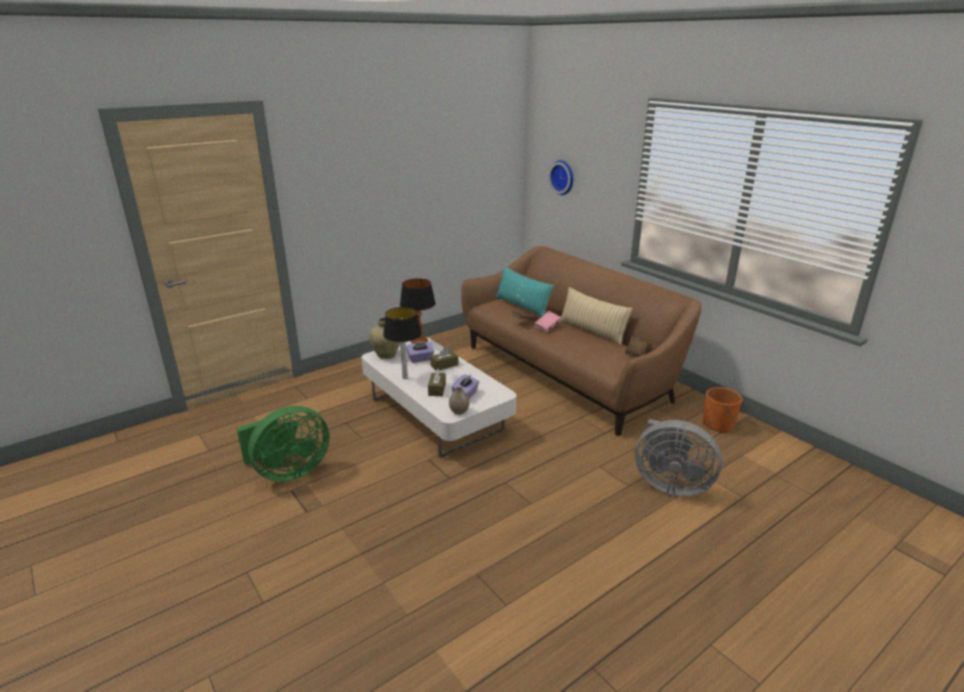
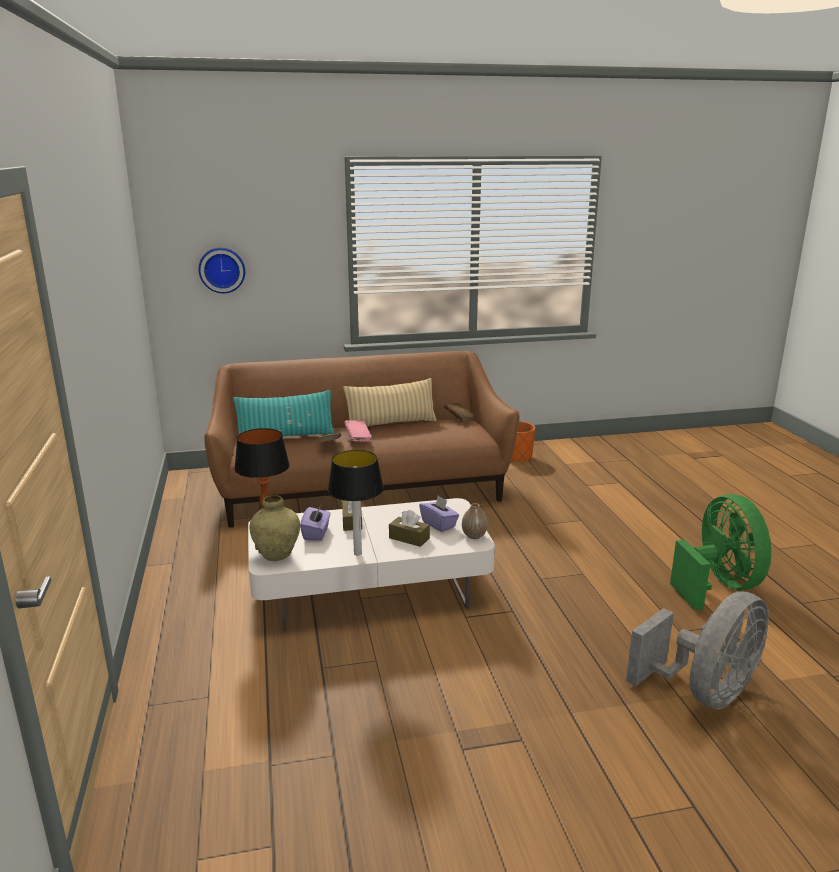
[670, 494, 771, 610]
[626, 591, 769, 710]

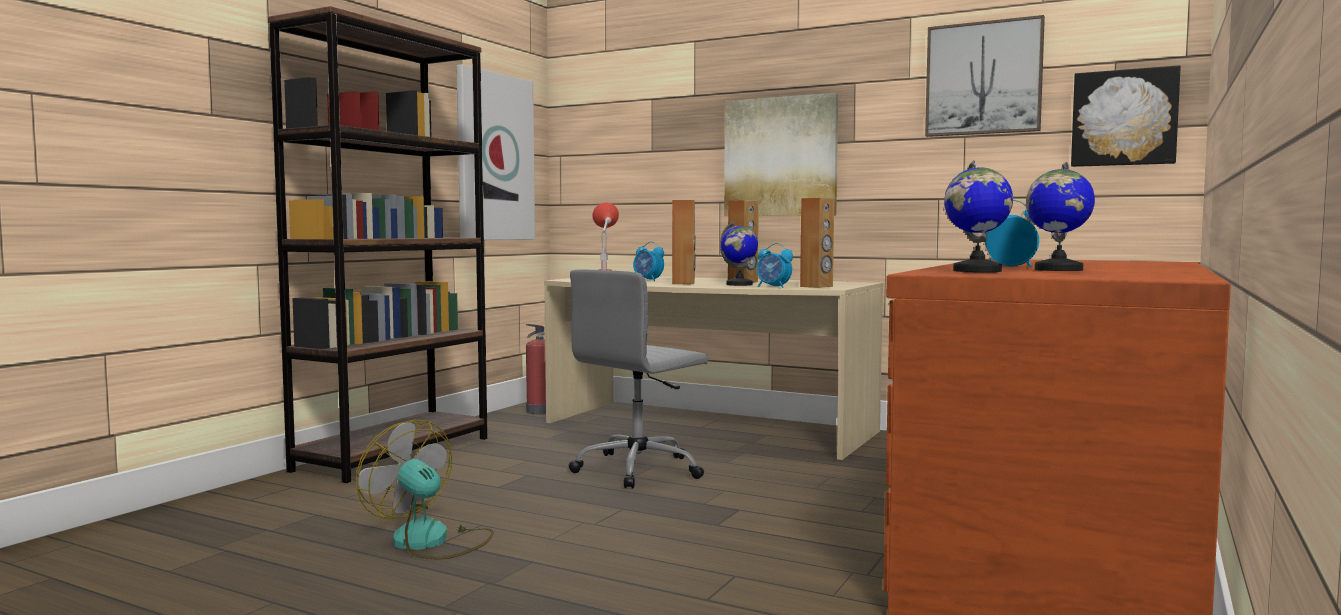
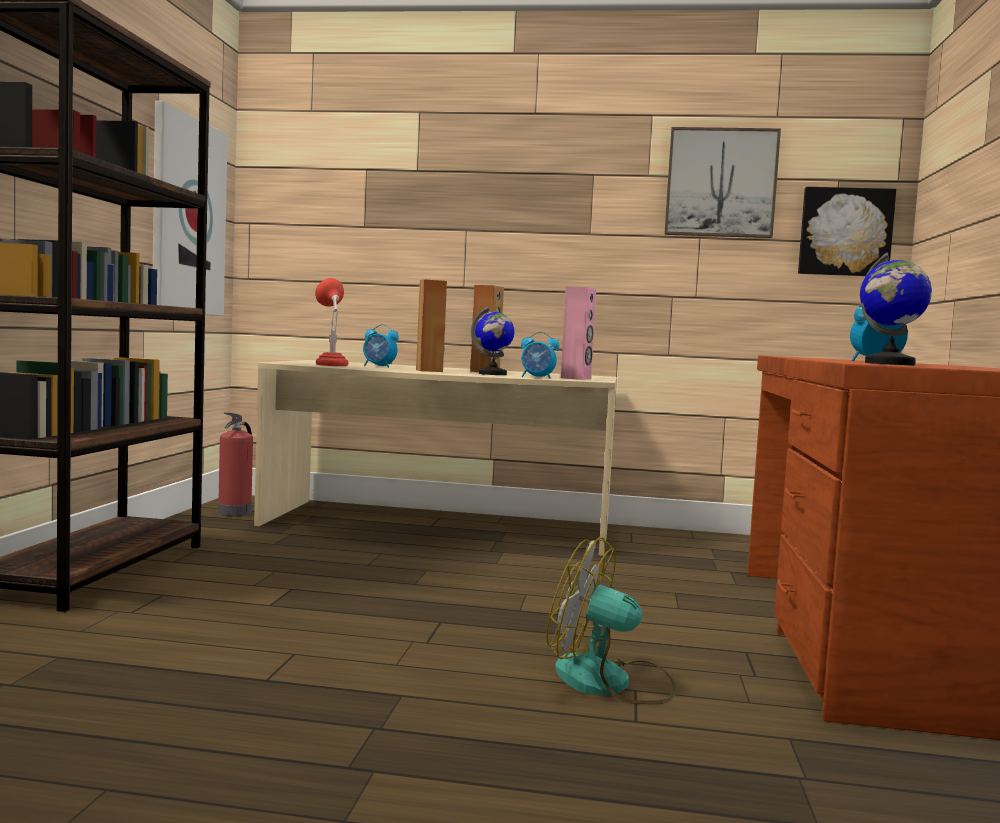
[546, 537, 676, 704]
[568, 269, 708, 488] (first image)
[724, 93, 838, 216] (first image)
[561, 287, 596, 380]
[1026, 162, 1095, 271] (first image)

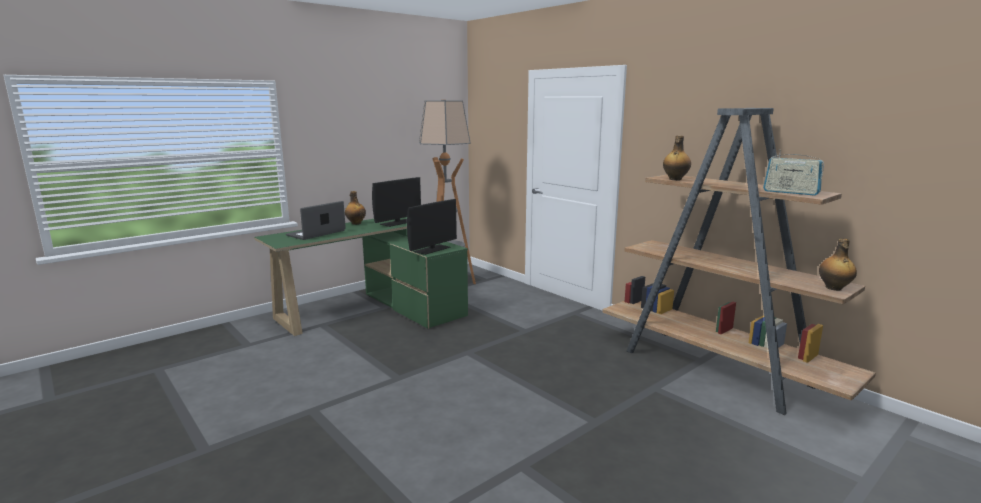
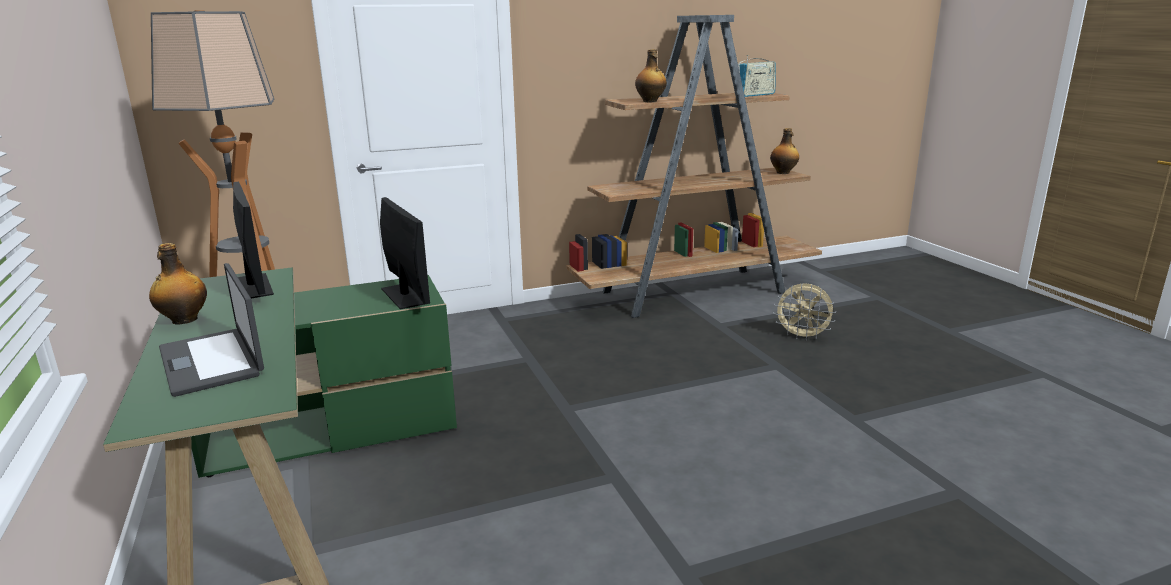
[773, 283, 836, 341]

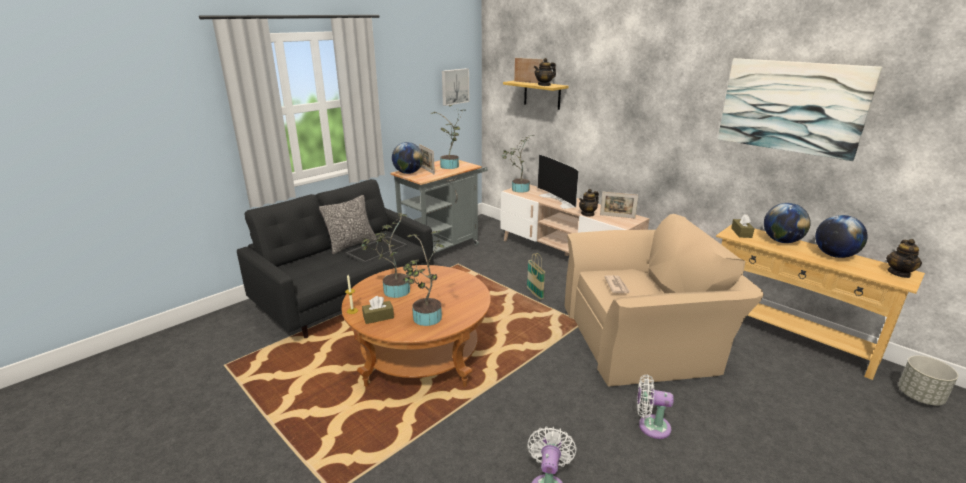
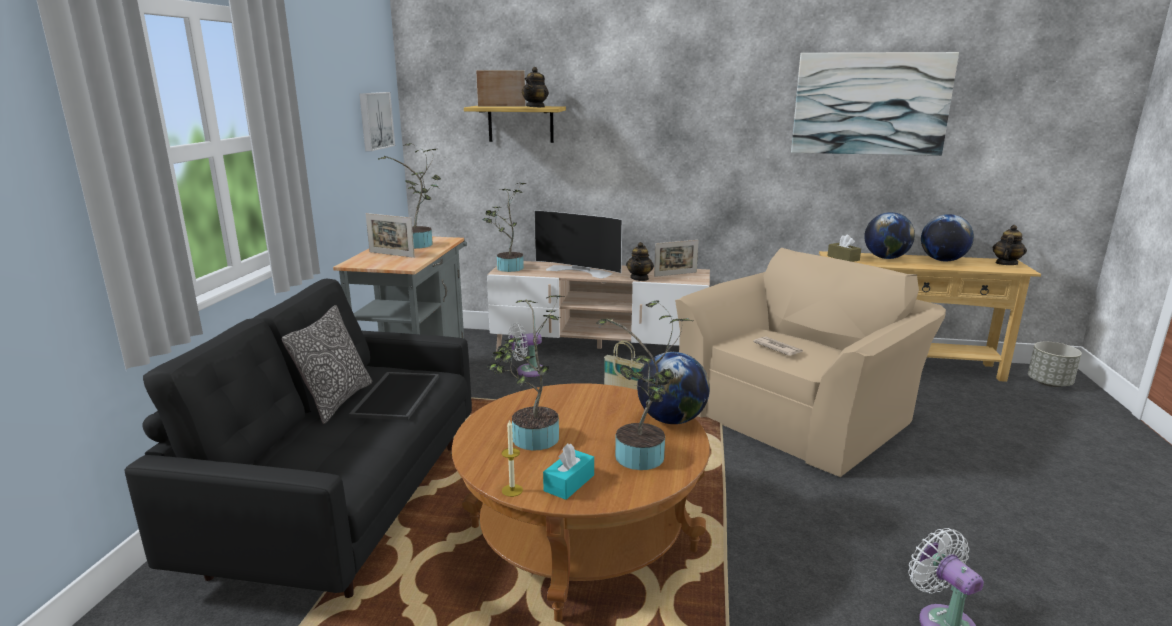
[543, 444, 594, 500]
[637, 352, 710, 424]
[508, 322, 542, 377]
[993, 225, 1027, 265]

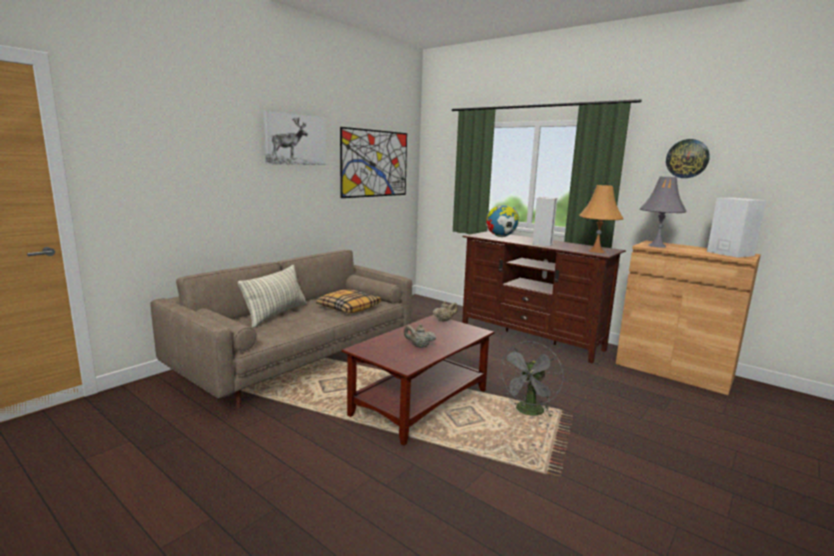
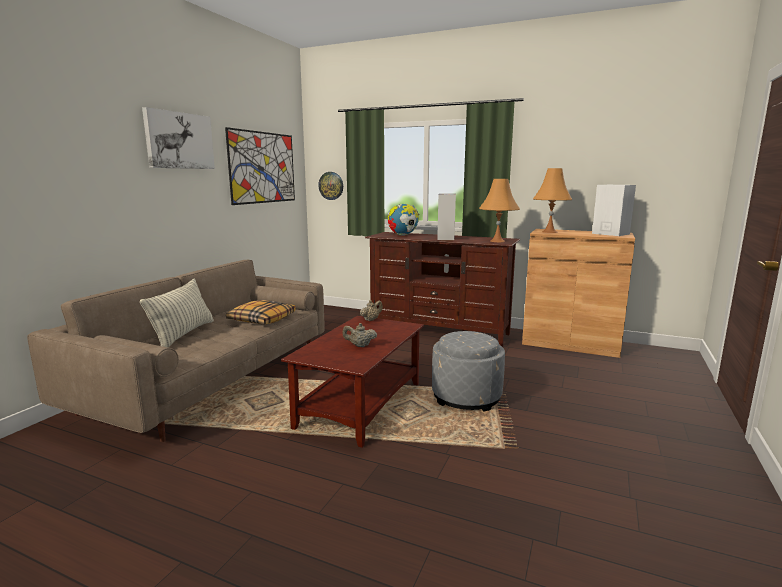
[432, 331, 505, 412]
[533, 168, 572, 233]
[318, 172, 343, 200]

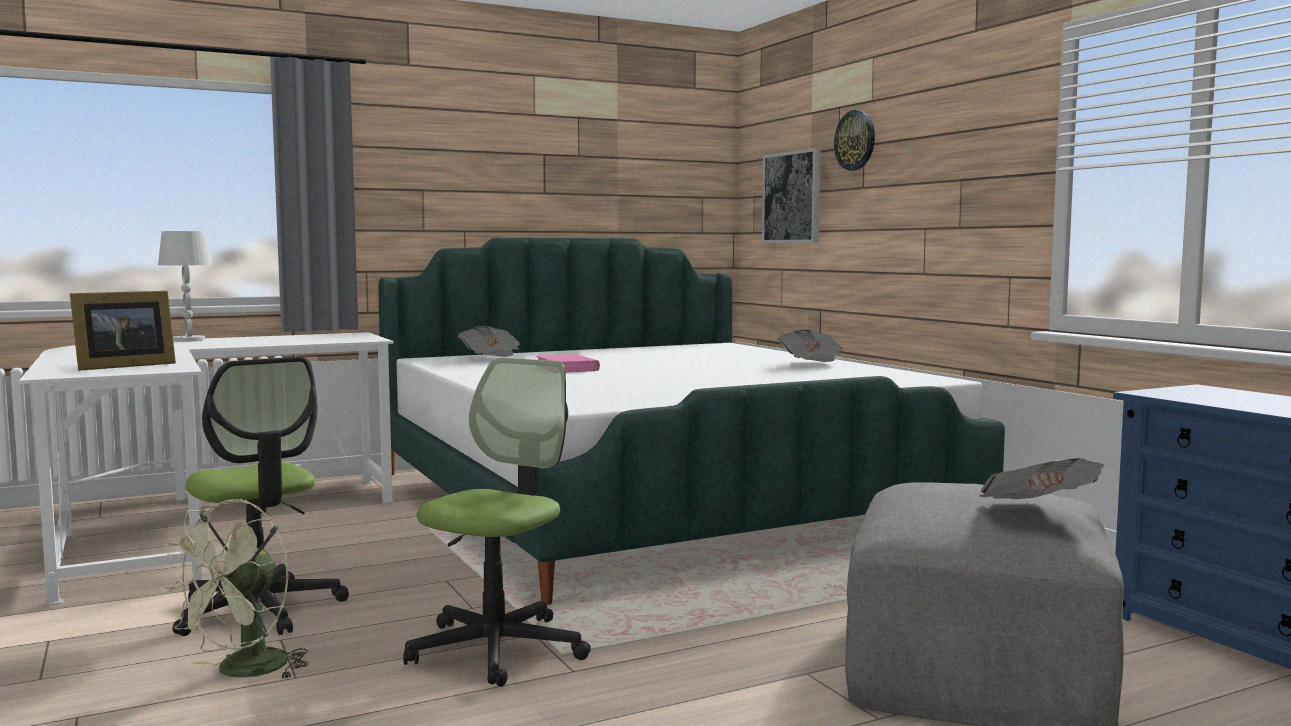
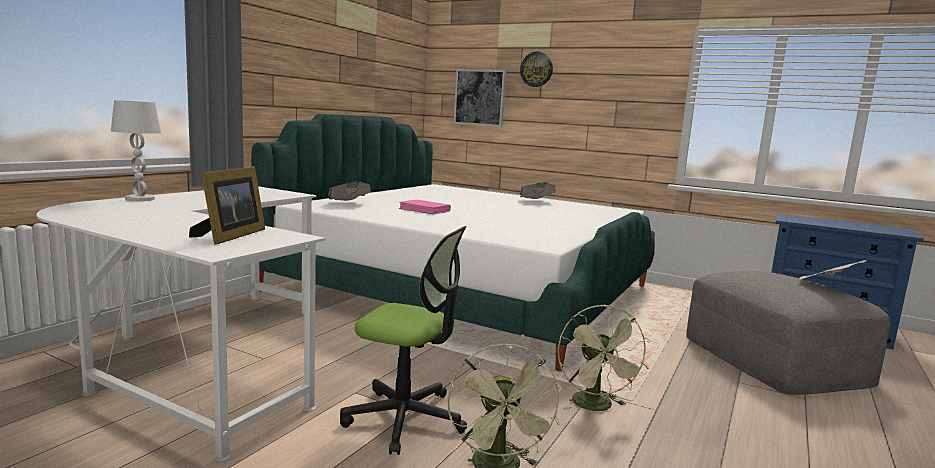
[558, 305, 650, 411]

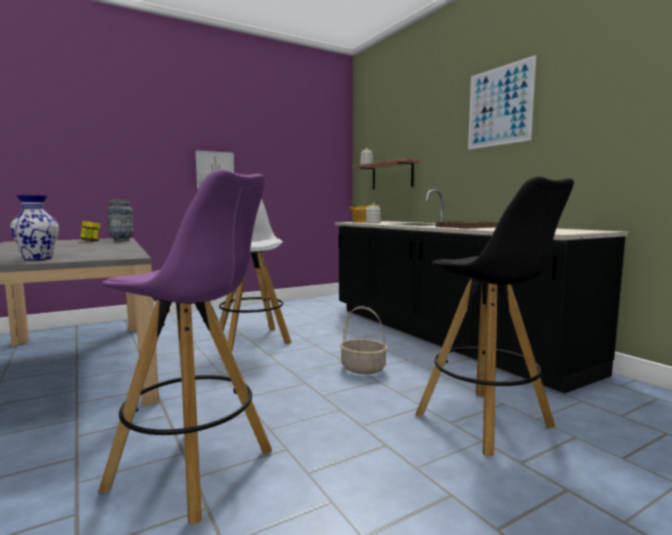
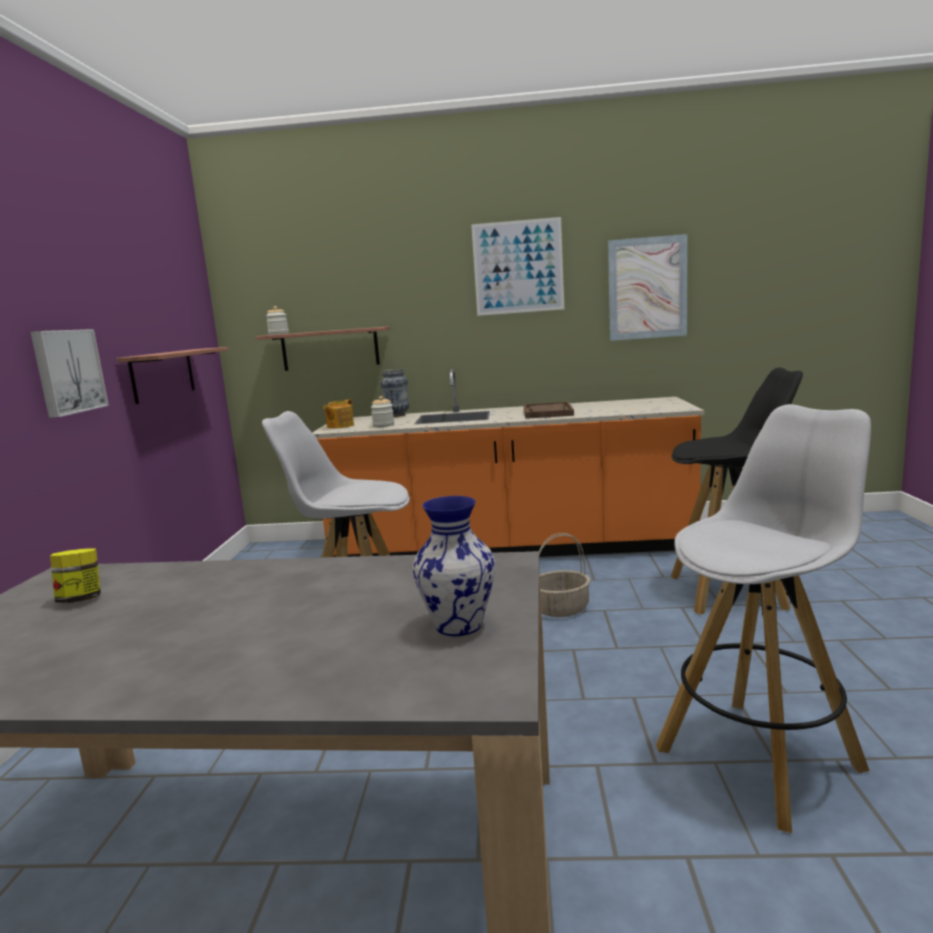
[656, 404, 871, 833]
[380, 369, 409, 417]
[312, 369, 705, 557]
[117, 347, 228, 404]
[608, 234, 687, 341]

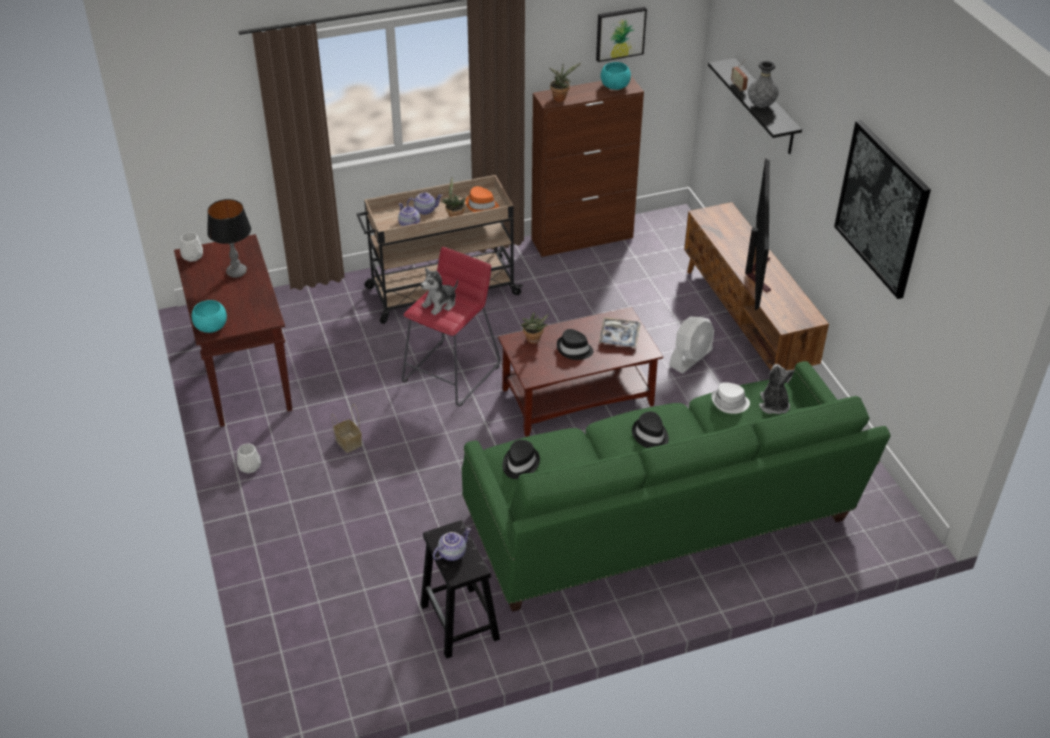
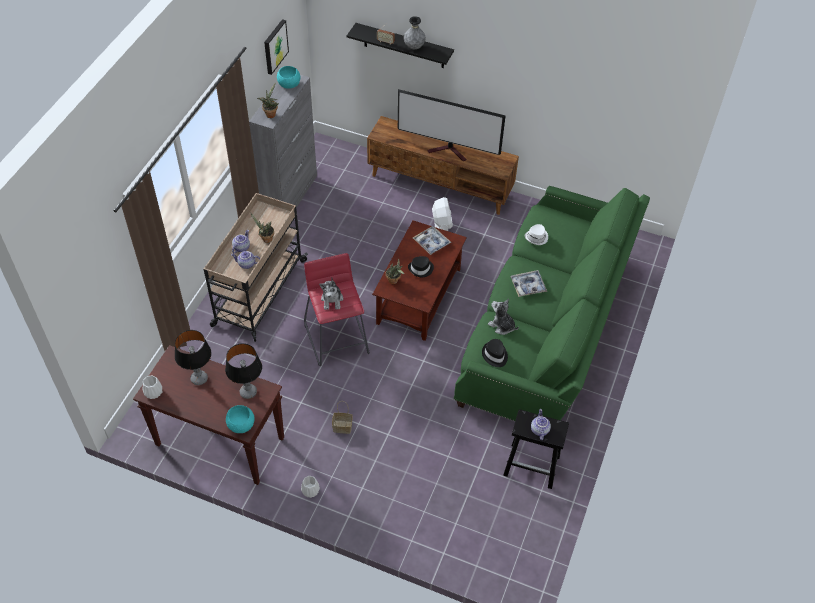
[465, 186, 499, 212] (first image)
[249, 75, 317, 208]
[510, 270, 547, 297]
[398, 89, 506, 162]
[488, 299, 519, 335]
[834, 120, 931, 299] (first image)
[225, 343, 262, 399]

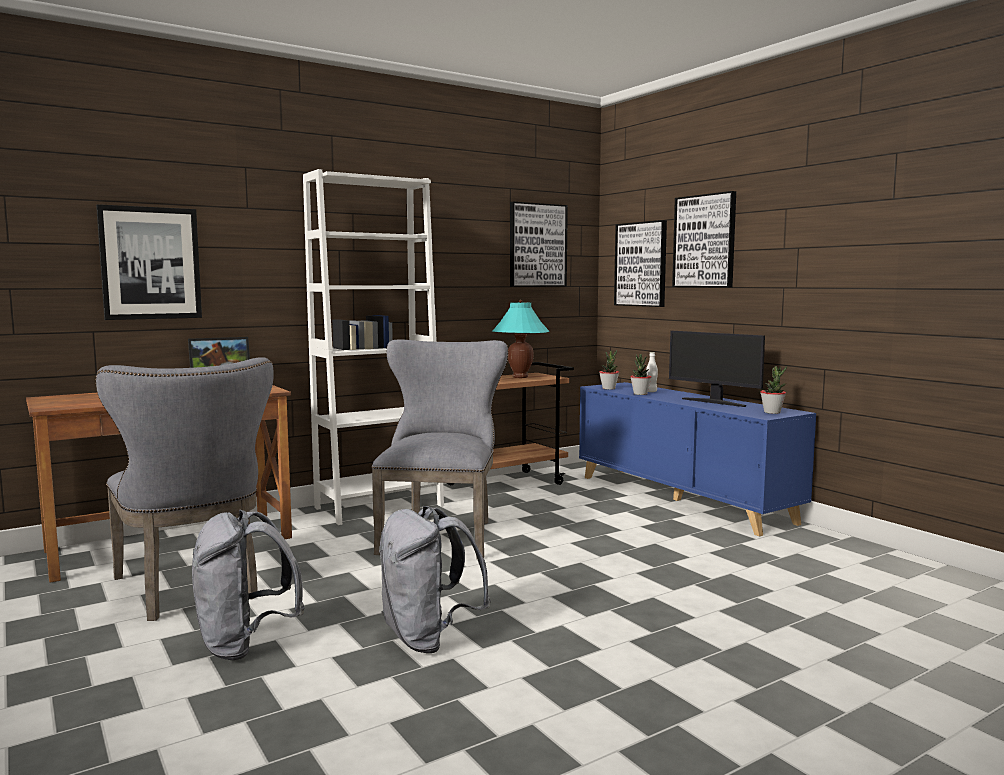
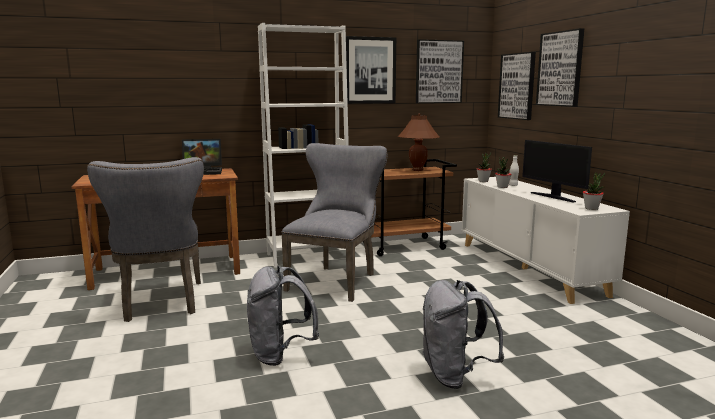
[346, 36, 396, 104]
[422, 280, 504, 389]
[398, 113, 440, 171]
[462, 177, 630, 304]

